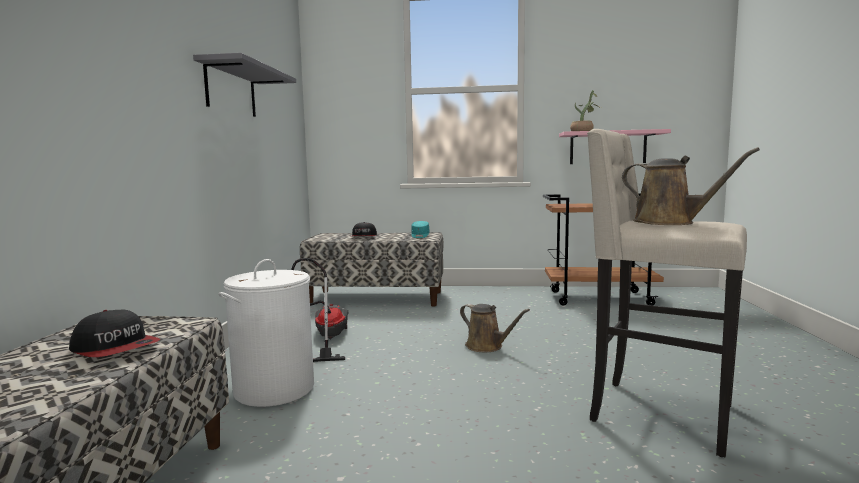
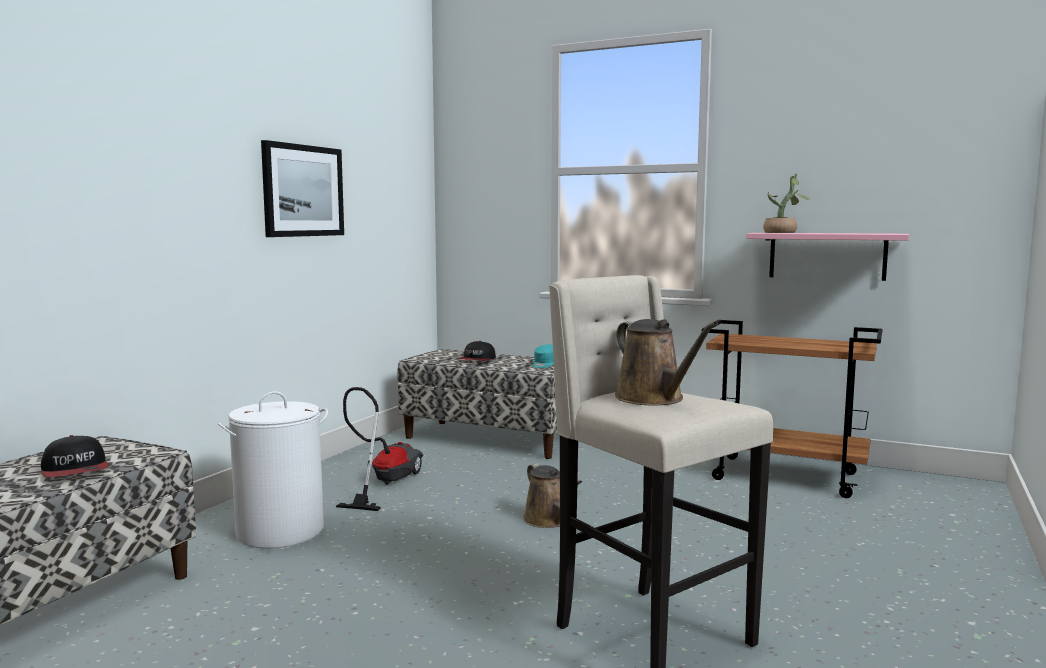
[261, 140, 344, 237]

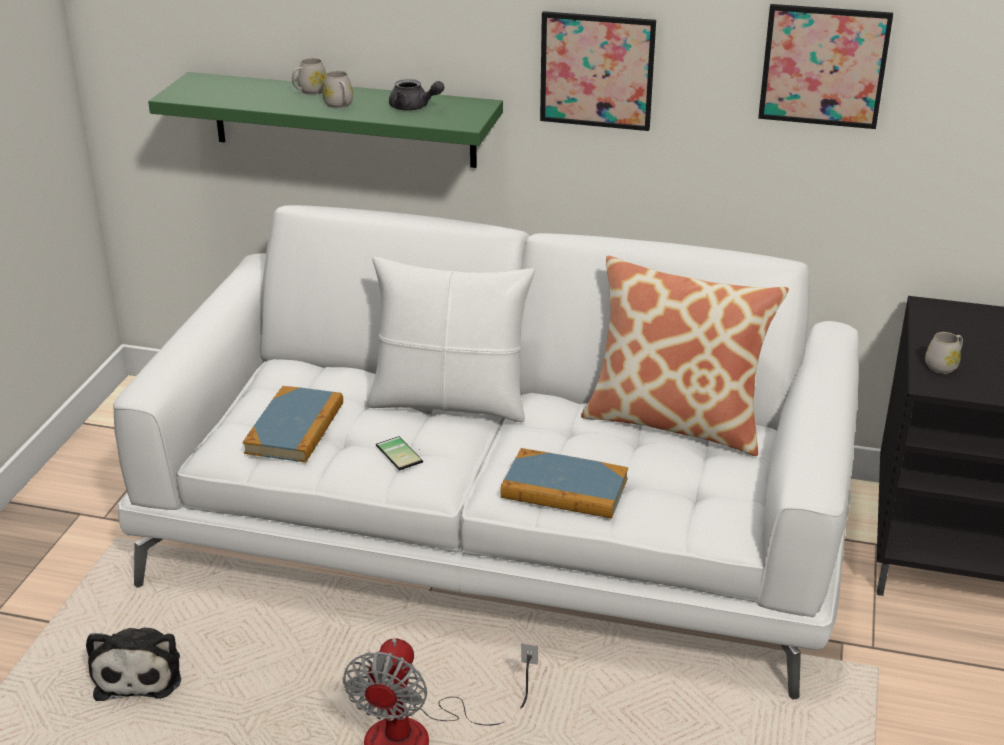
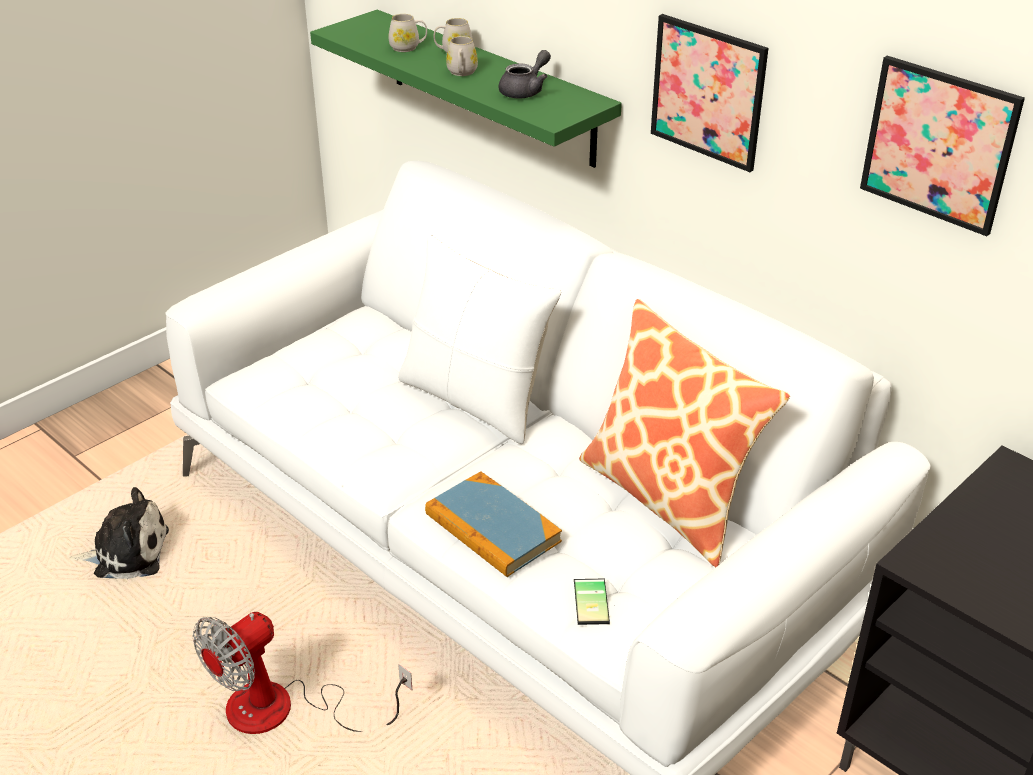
[69, 487, 169, 579]
[243, 386, 343, 463] (first image)
[574, 578, 610, 625]
[499, 50, 551, 99]
[389, 14, 427, 52]

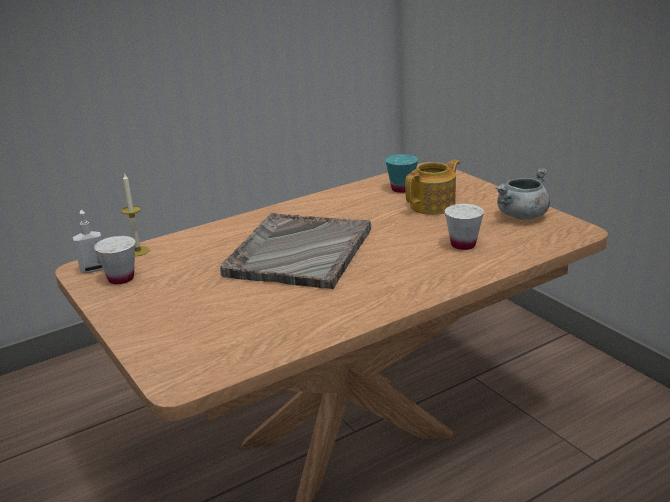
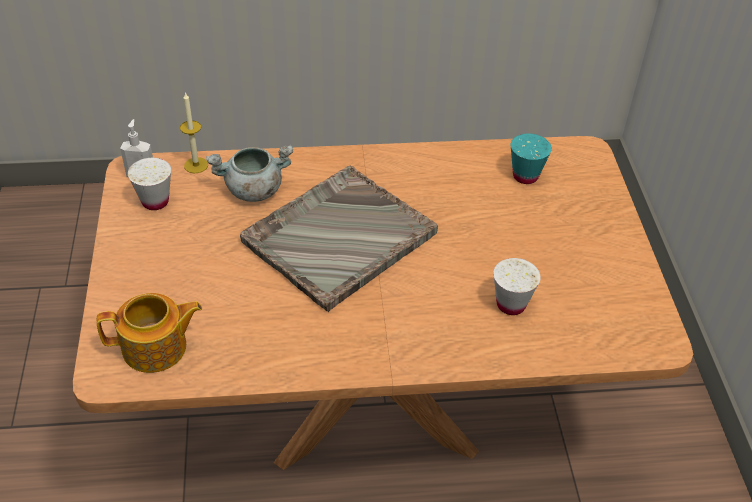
[97, 293, 202, 373]
[206, 145, 293, 202]

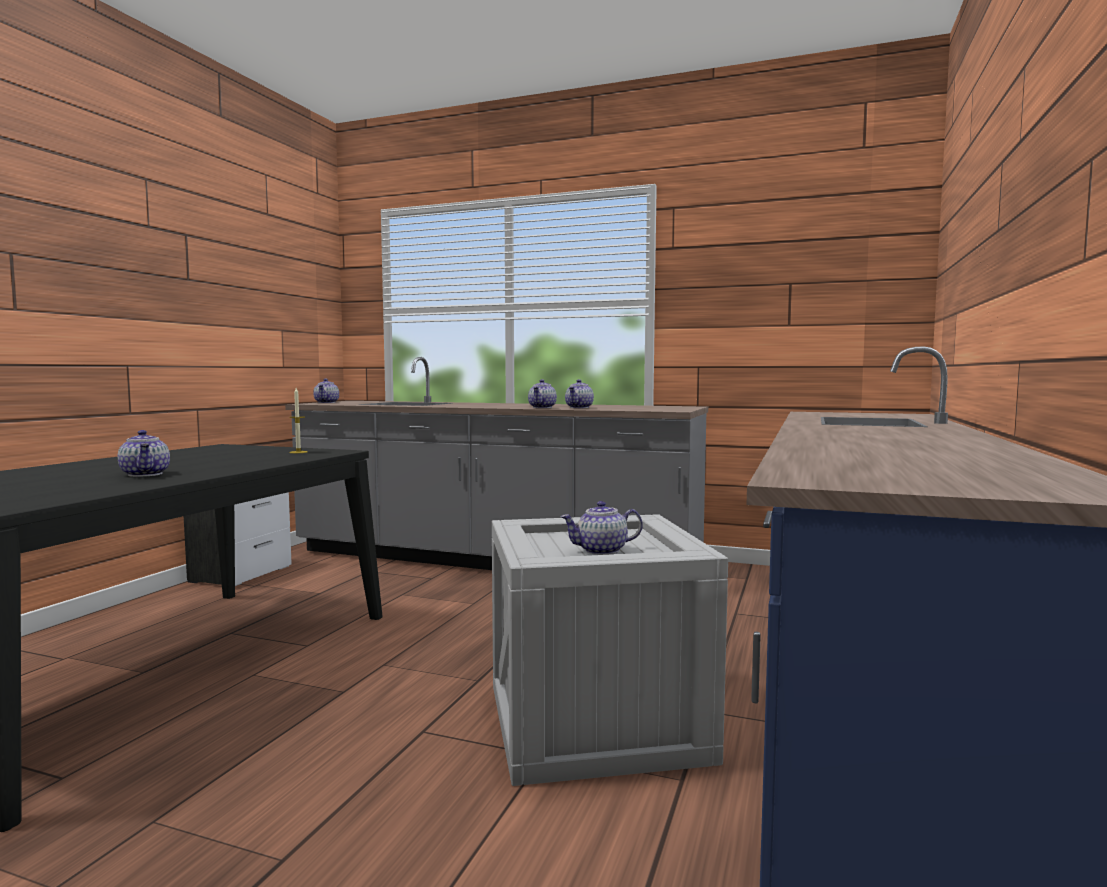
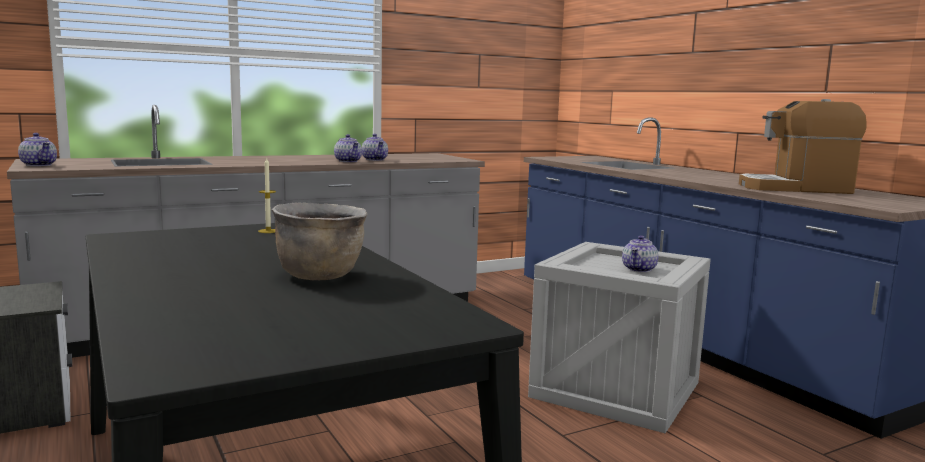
[272, 203, 367, 280]
[739, 99, 867, 194]

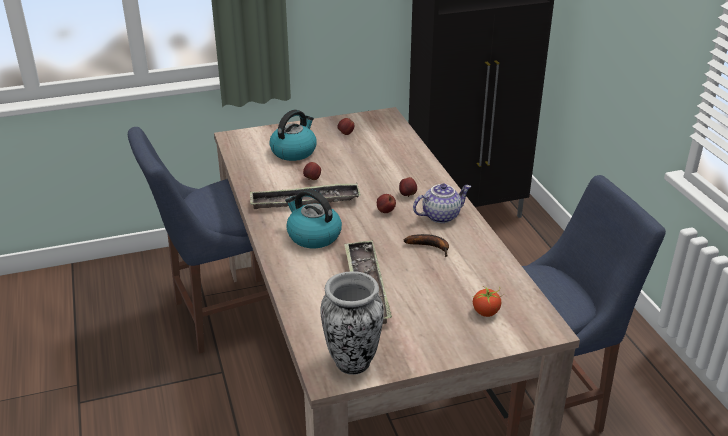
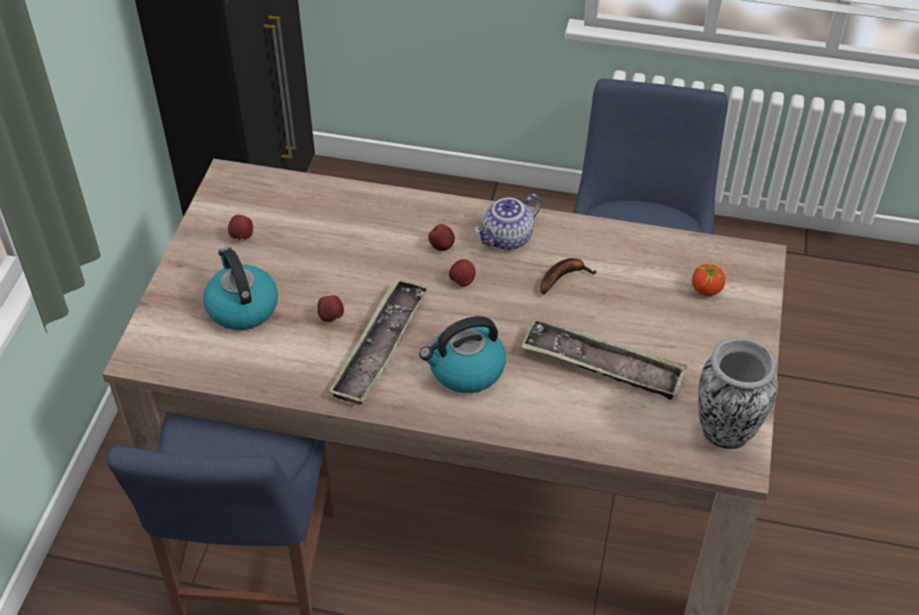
[474, 194, 541, 250]

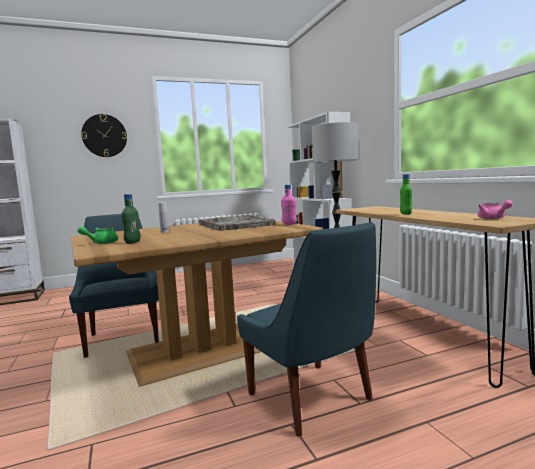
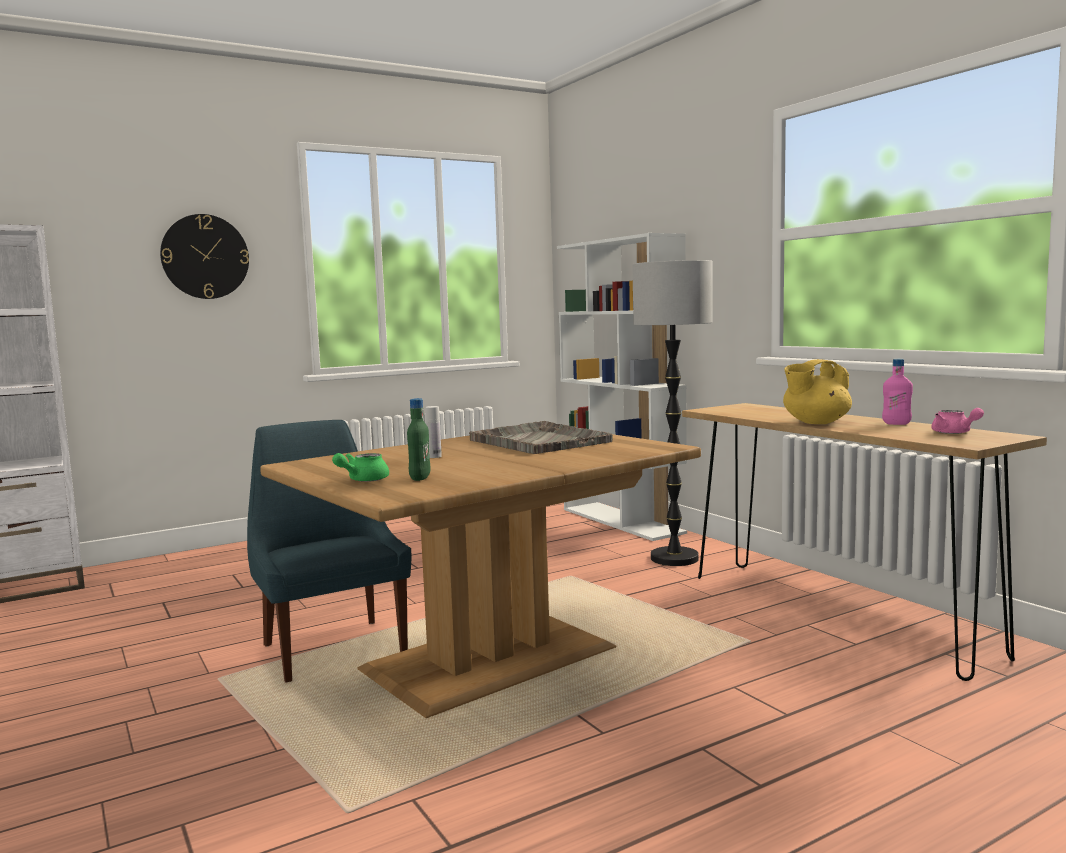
[237, 222, 376, 436] (first image)
[882, 359, 913, 425]
[783, 359, 852, 424]

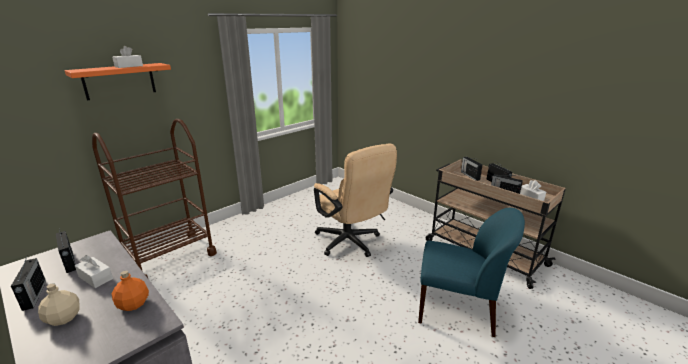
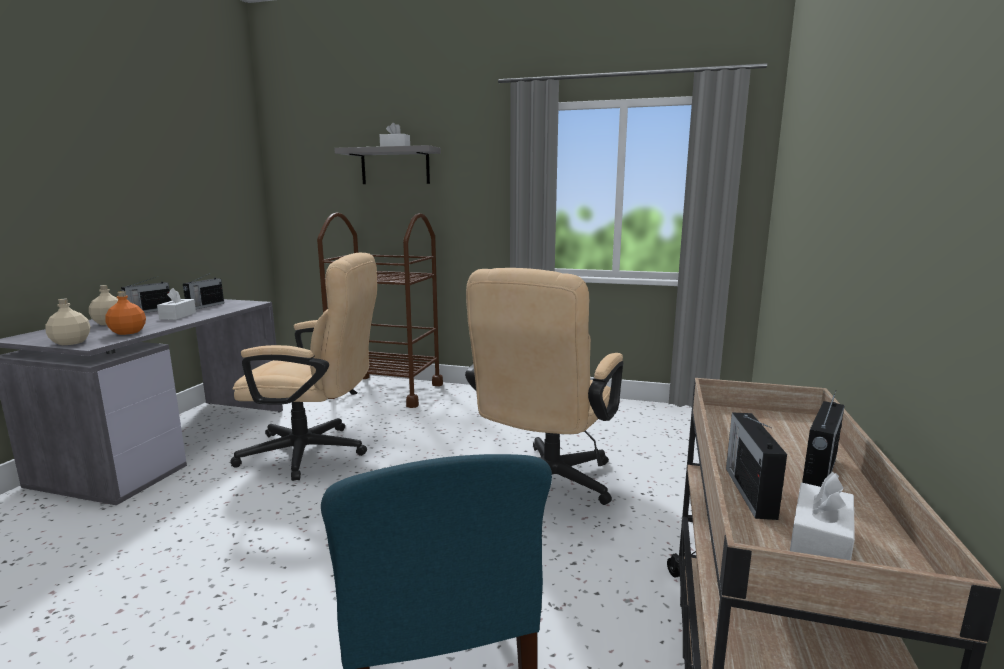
[334, 145, 441, 184]
[461, 157, 482, 181] (first image)
[45, 299, 90, 345]
[230, 252, 377, 481]

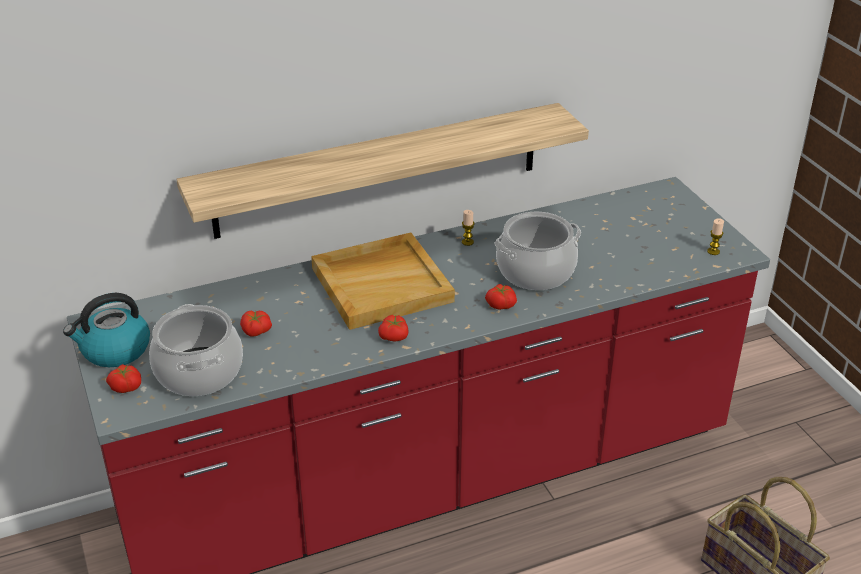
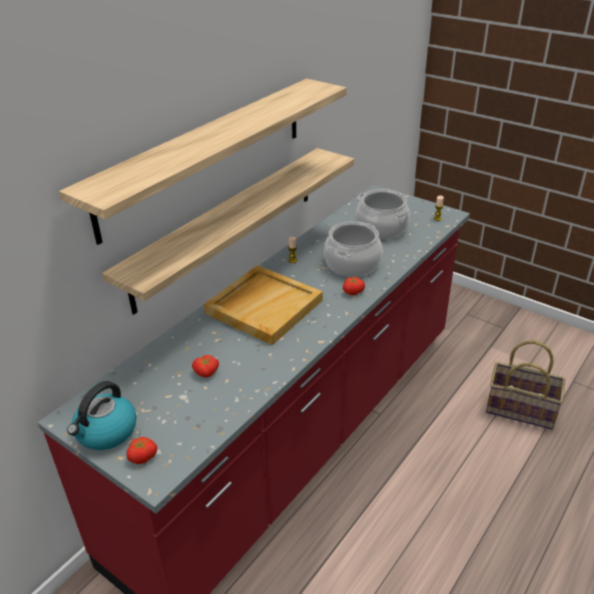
[356, 189, 410, 239]
[378, 315, 408, 341] (first image)
[59, 79, 347, 245]

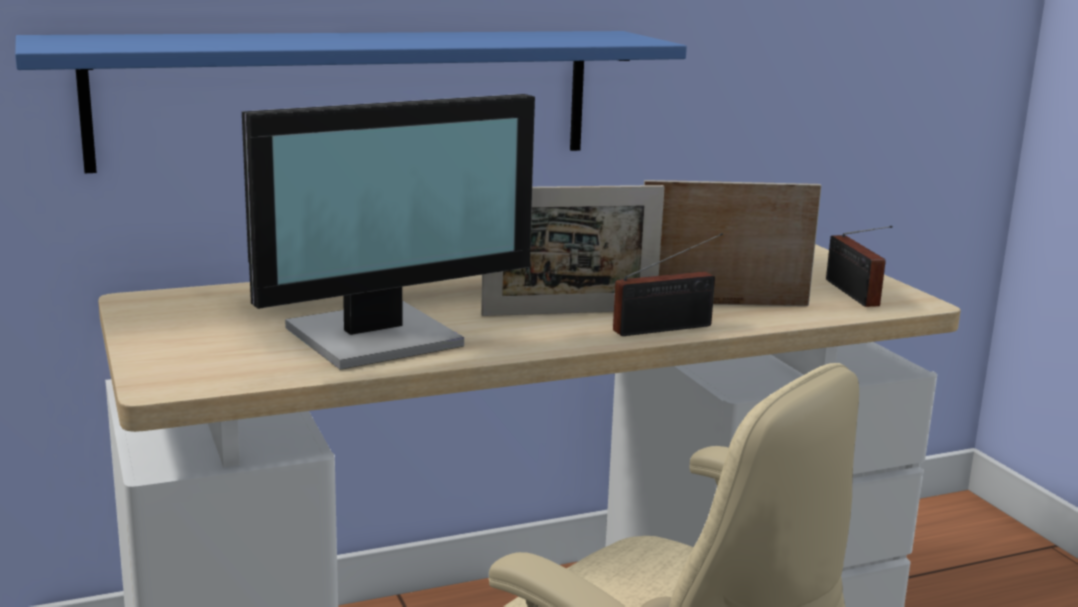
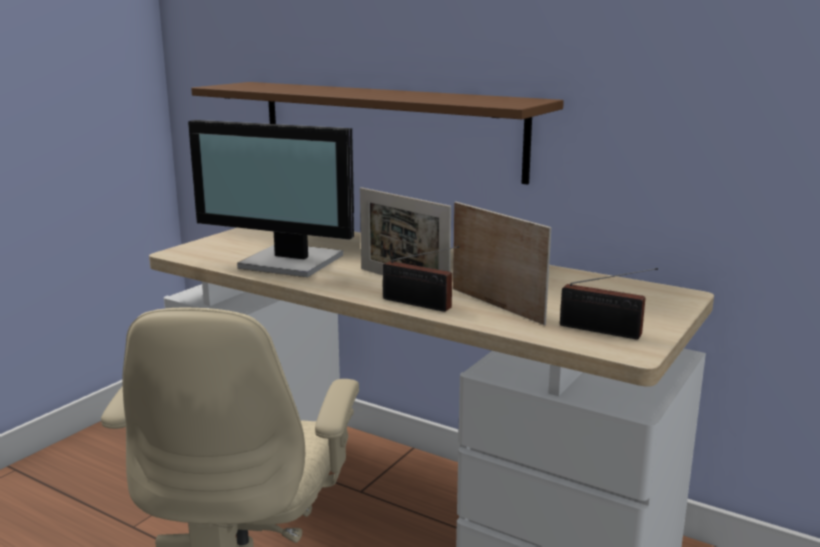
[191, 82, 564, 184]
[560, 268, 658, 340]

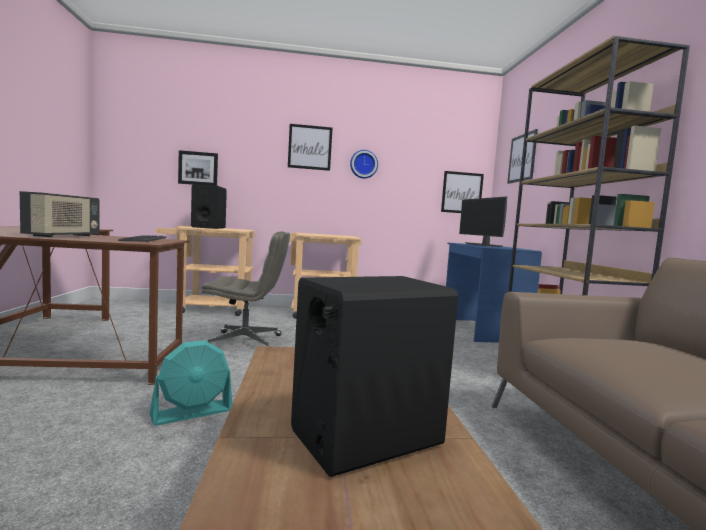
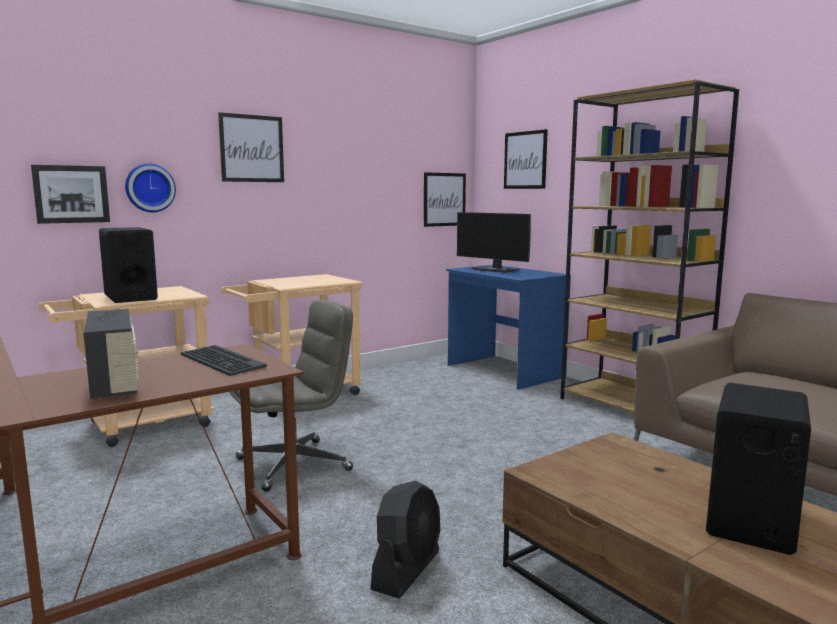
[370, 480, 440, 599]
[125, 164, 176, 212]

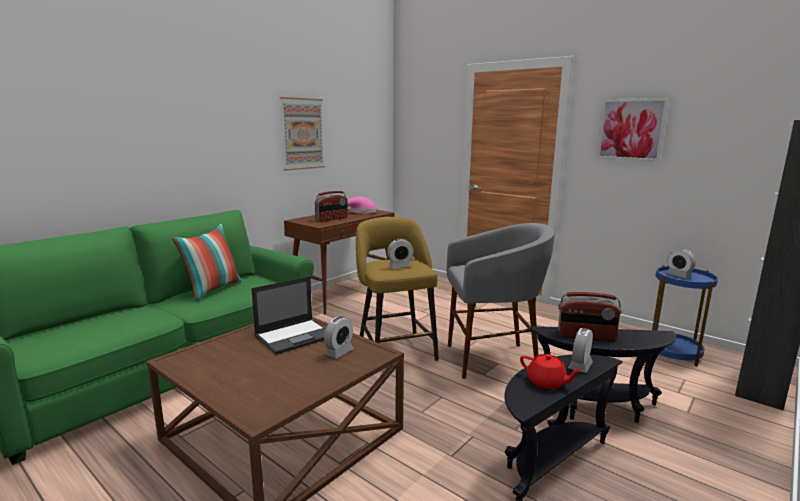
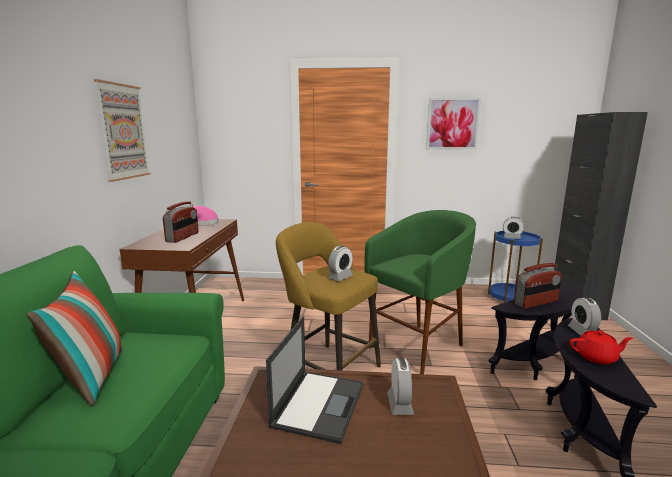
[364, 210, 476, 374]

